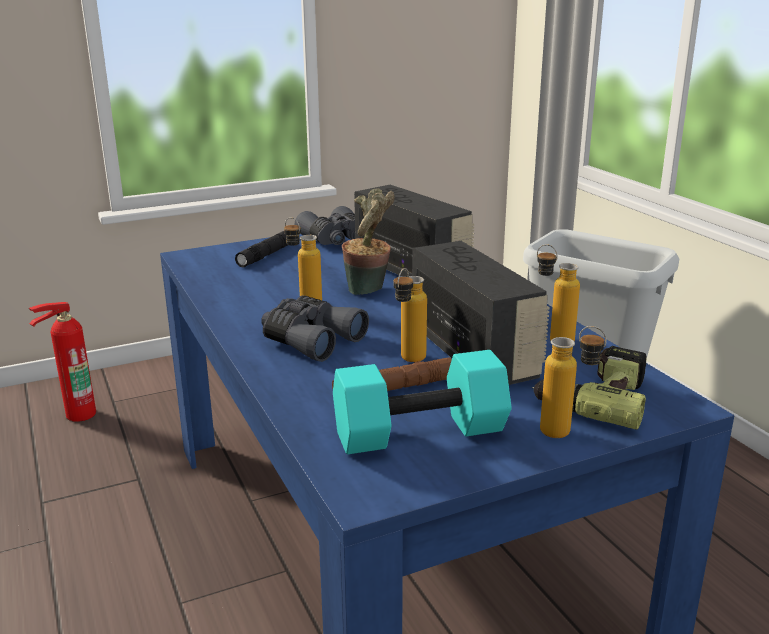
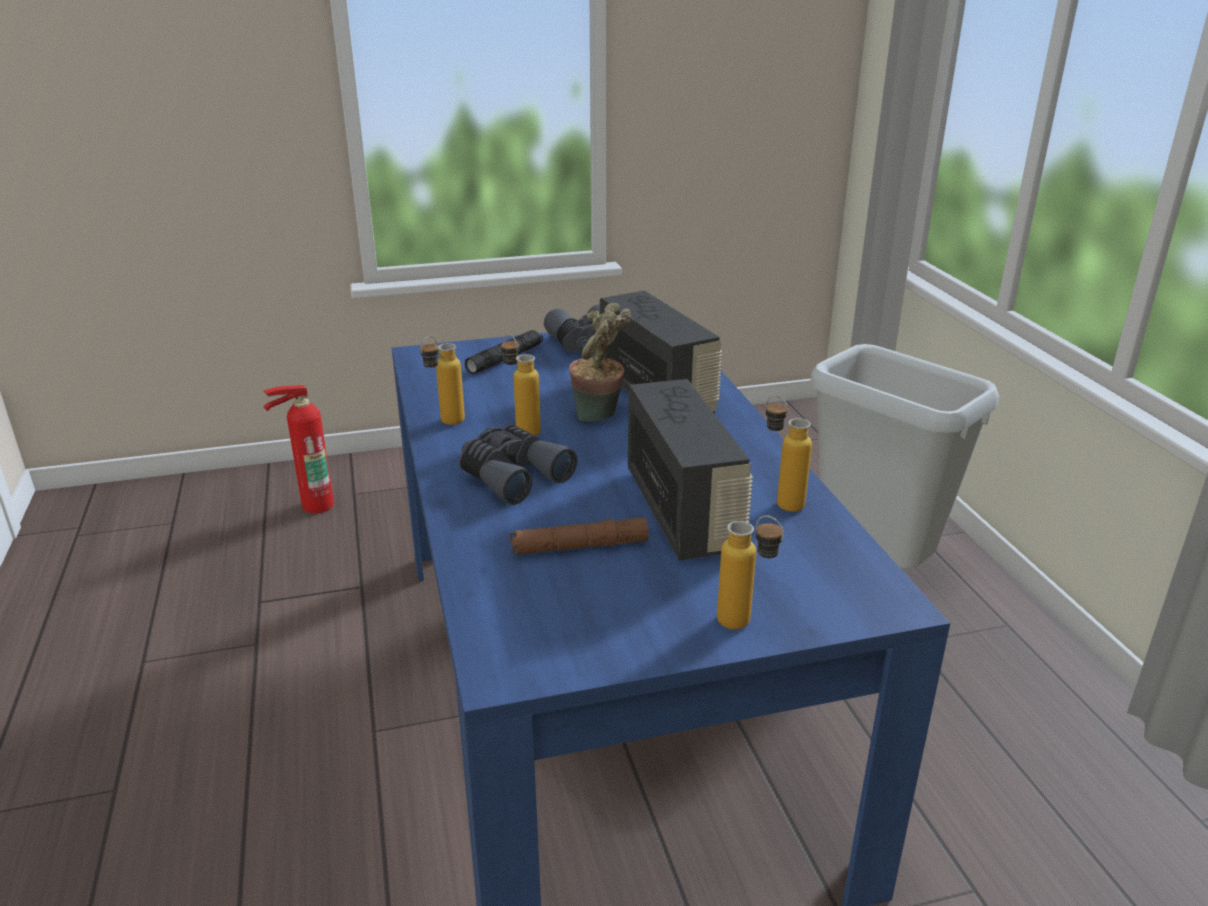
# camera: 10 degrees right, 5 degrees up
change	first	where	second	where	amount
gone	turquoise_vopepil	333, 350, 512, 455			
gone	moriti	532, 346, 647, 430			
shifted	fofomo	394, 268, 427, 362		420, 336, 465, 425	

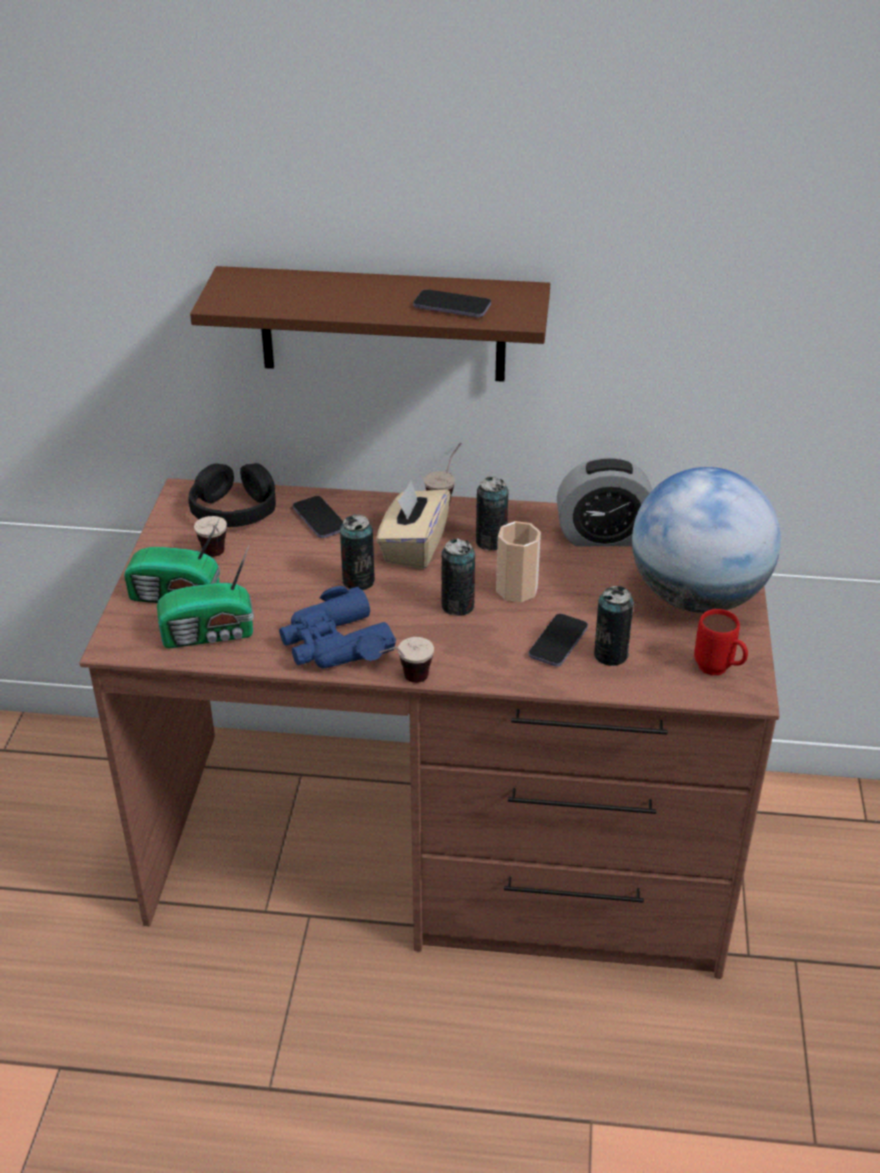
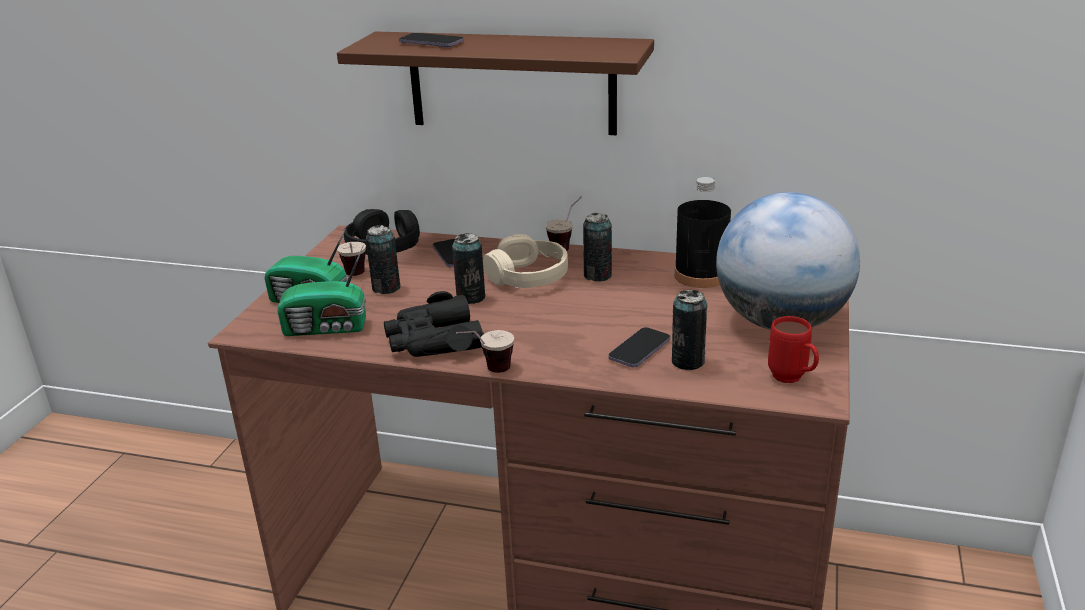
# camera: 10 degrees right, 10 degrees down
change	first	where	second	where	amount
gone	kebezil	496, 521, 541, 602			
shifted	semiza	413, 289, 491, 318		399, 33, 464, 48	
shifted	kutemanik	441, 538, 475, 616		366, 225, 400, 294	
swapped	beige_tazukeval	376, 481, 451, 569	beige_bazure	483, 234, 568, 288	
swapped	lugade	557, 457, 652, 546	black_fofomo	674, 177, 731, 288	
repainted	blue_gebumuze	279, 586, 396, 669	black_gebumuze	384, 291, 484, 357	

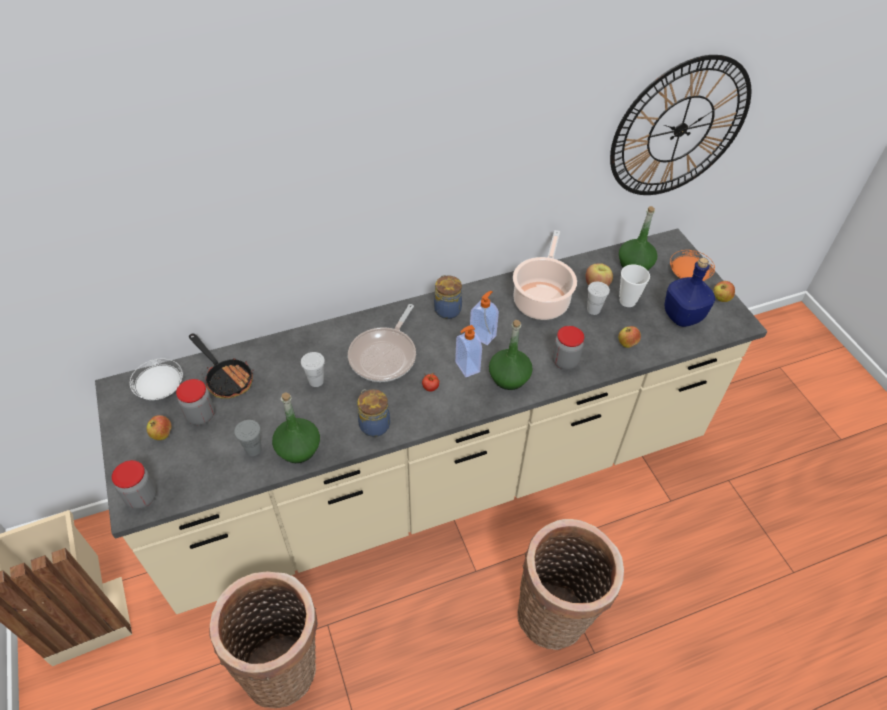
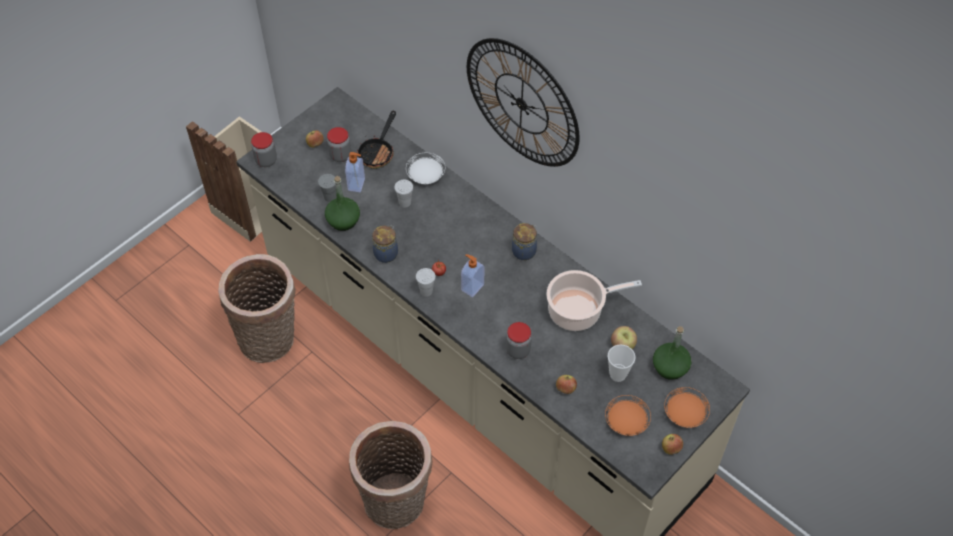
# camera: 65 degrees right, 5 degrees up
change	first	where	second	where	amount
gone	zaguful	348, 304, 416, 382			
gone	green_fofomo	489, 320, 533, 390			
shifted	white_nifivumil	130, 359, 183, 400		406, 153, 445, 184	
shifted	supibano	470, 291, 499, 345		345, 152, 365, 192	
shifted	white_kebezil	587, 282, 610, 315		416, 268, 436, 297	
shifted	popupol	610, 55, 751, 195		467, 38, 580, 167	
swapped	blue_fofomo	665, 258, 715, 327	orange_nifivumil	605, 395, 651, 436	

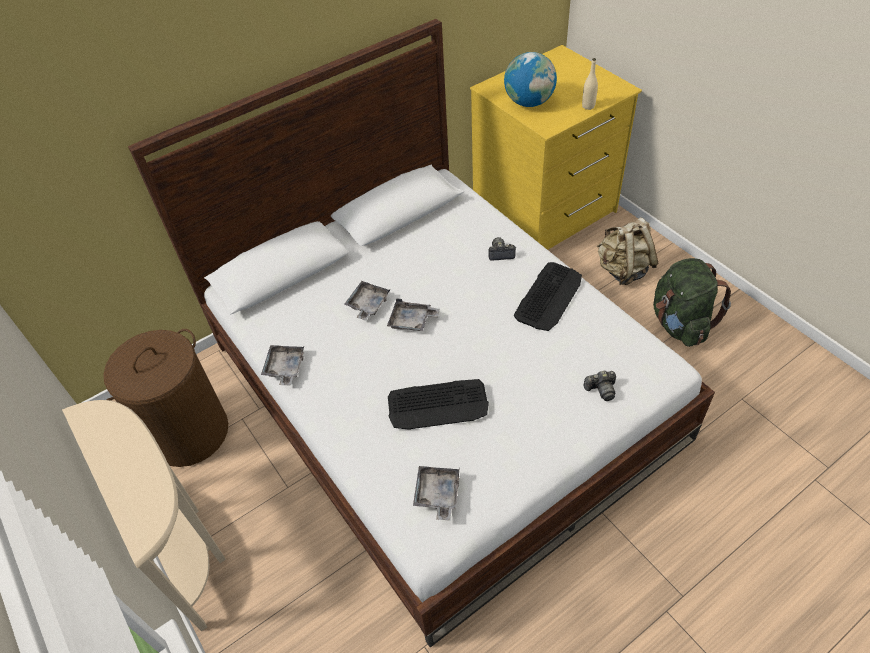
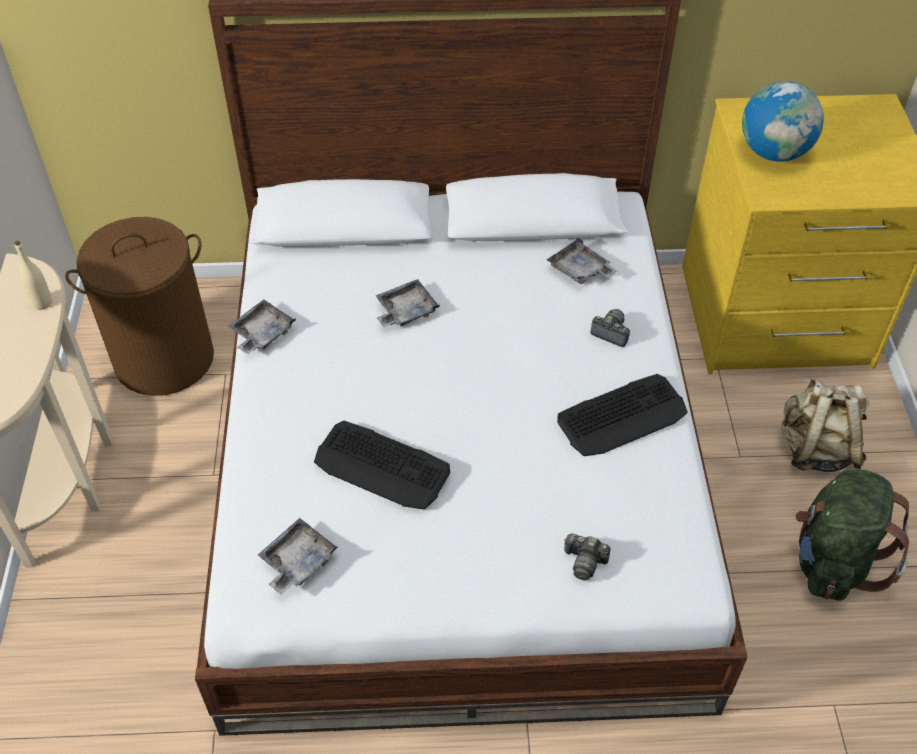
# camera: 30 degrees right, 0 degrees up
change	first	where	second	where	amount
shifted	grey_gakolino	387, 298, 440, 331		547, 237, 617, 284	
shifted	beige_fofomo	582, 58, 598, 110		14, 241, 52, 310	

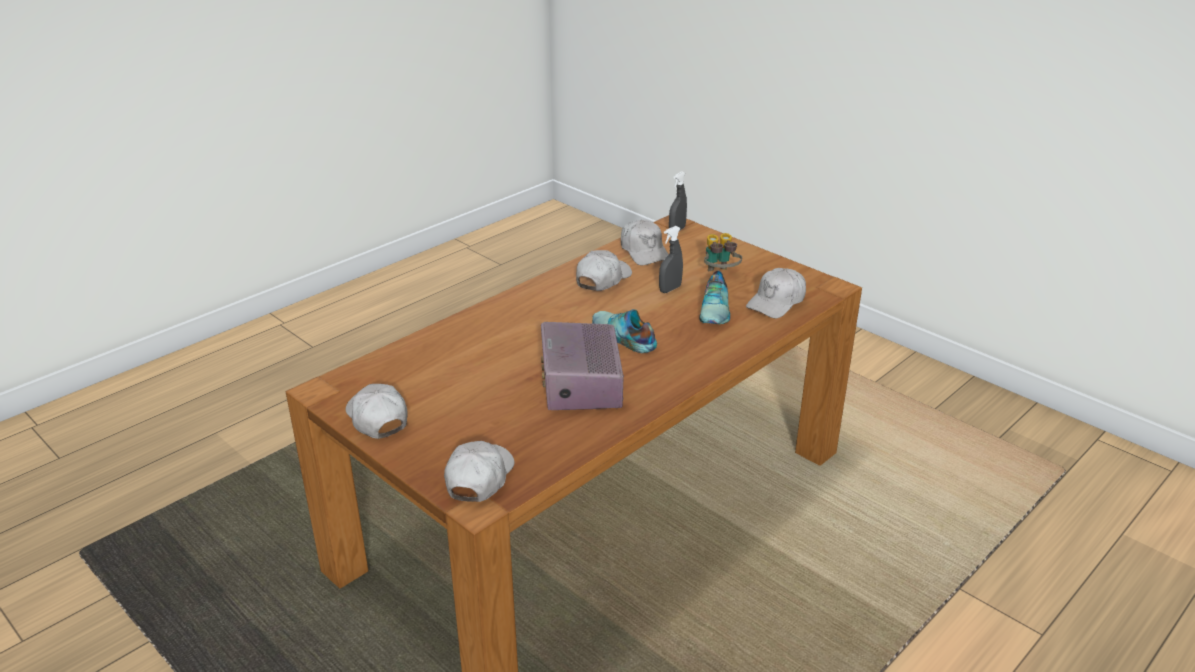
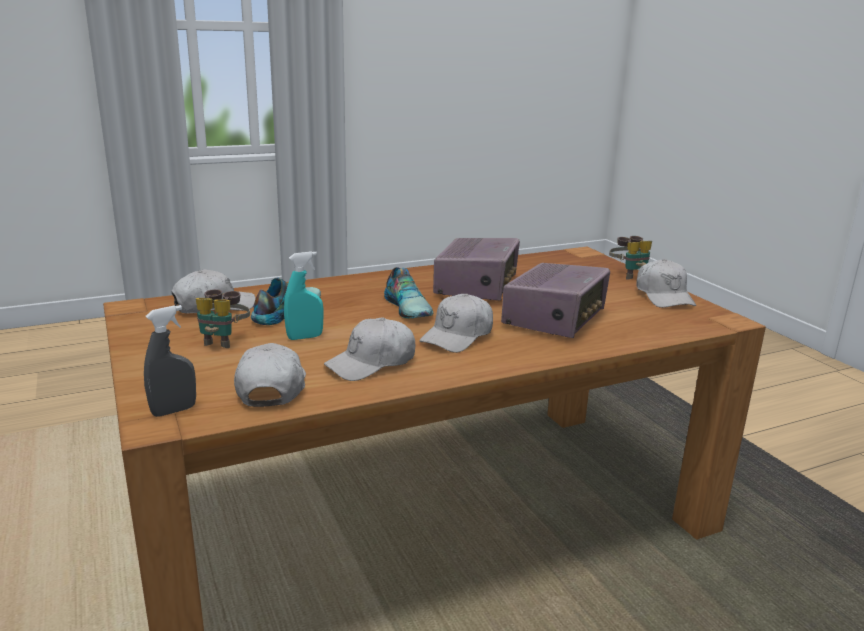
# camera: 160 degrees left, 10 degrees down
change	first	where	second	where	amount
new			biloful	501, 263, 610, 338	
new			gebumuze	609, 236, 652, 280	
shifted	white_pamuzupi	444, 441, 514, 502		420, 294, 493, 353	
repainted	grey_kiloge	659, 226, 683, 293	turquoise_kiloge	284, 251, 324, 340	

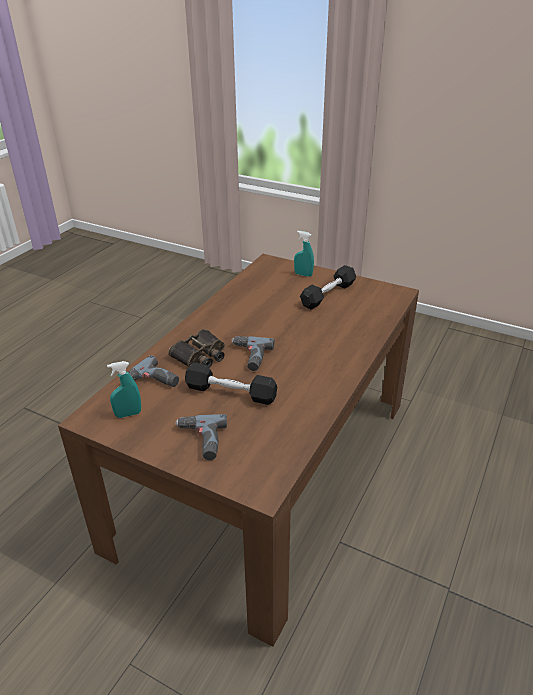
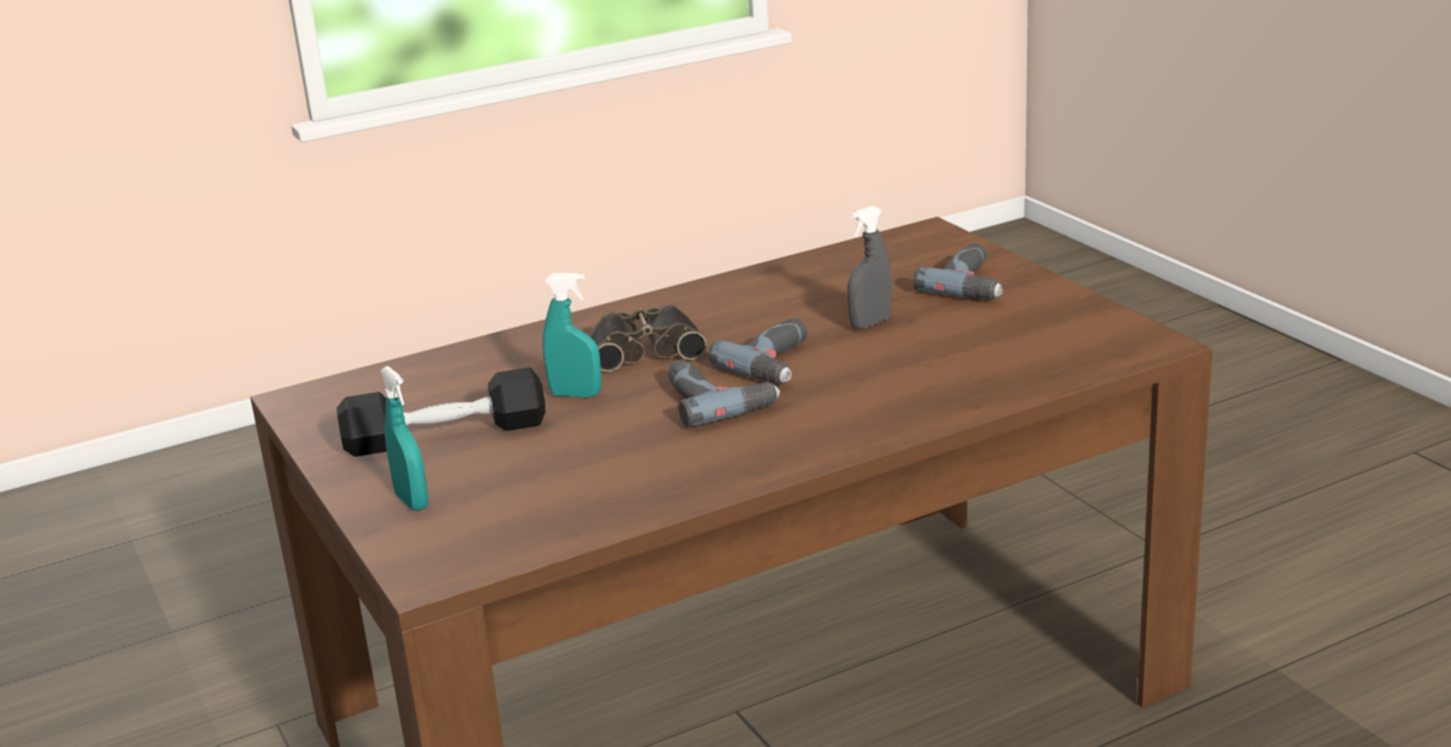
# camera: 145 degrees left, 10 degrees down
change	first	where	second	where	amount
shifted	turquoise_kiloge	107, 361, 141, 418		543, 273, 601, 398	
shifted	moriti	120, 355, 179, 387		668, 360, 780, 427	
shifted	gebumuze	168, 329, 225, 368		591, 304, 707, 372	
swapped	black_vopepil	185, 362, 277, 405	grey_kiloge	847, 206, 892, 329	

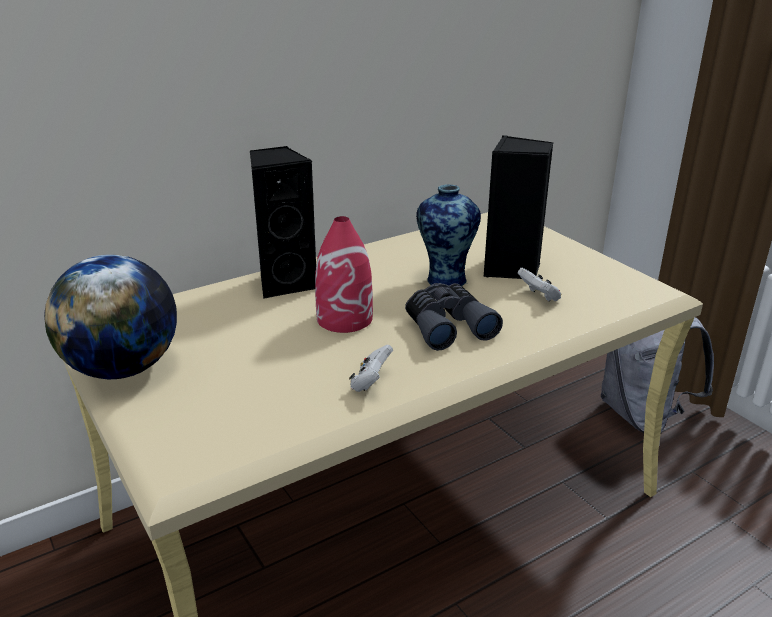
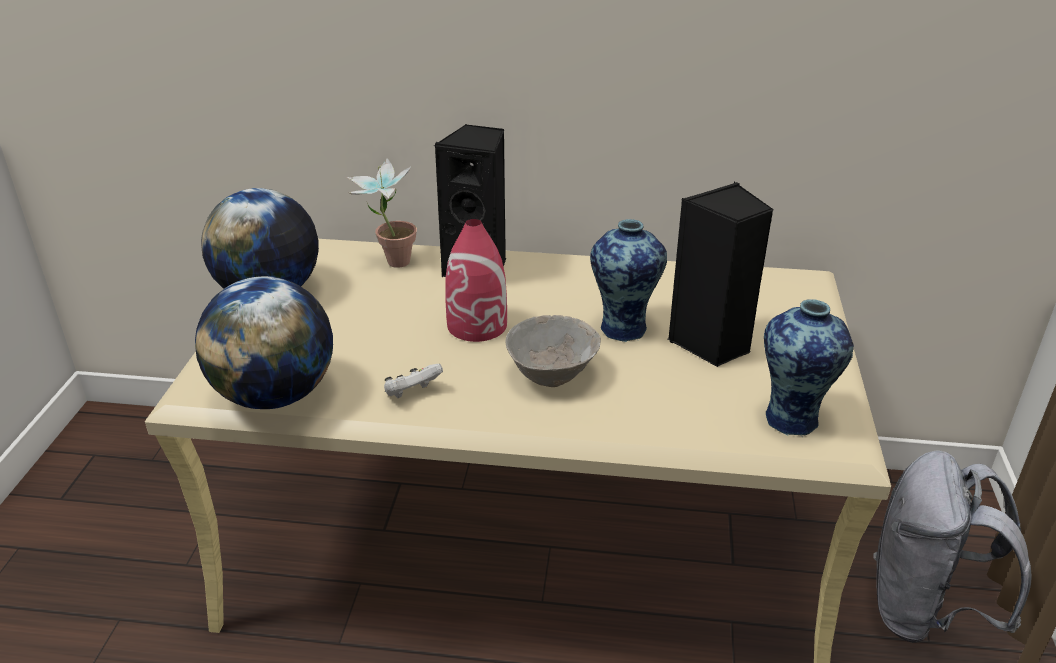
# camera: 40 degrees right, 5 degrees up
change	first	where	second	where	amount
gone	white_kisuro	518, 268, 561, 302			
new			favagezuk	195, 276, 333, 409	
new			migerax	347, 158, 417, 268	
new			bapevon	764, 299, 854, 437	
swapped	grey_gebumuze	405, 283, 503, 351	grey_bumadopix	505, 315, 601, 387	

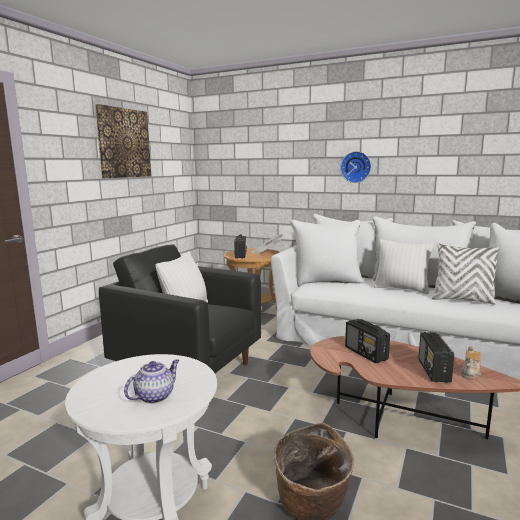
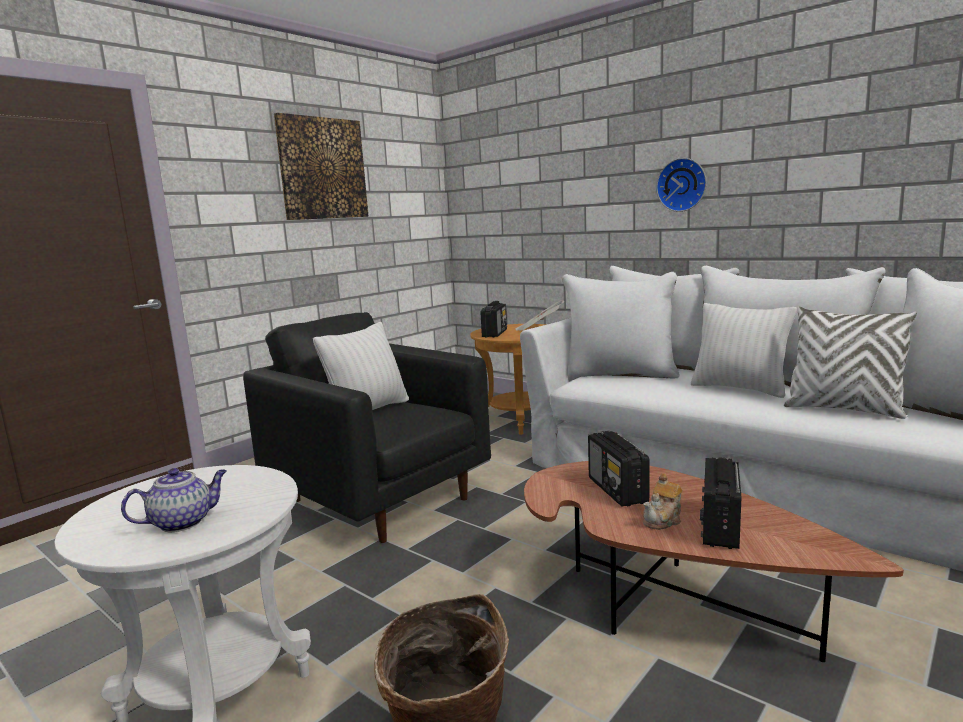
# camera: 15 degrees right, 0 degrees up
change	first	where	second	where	amount
shifted	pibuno	461, 346, 482, 379		643, 473, 682, 530	

